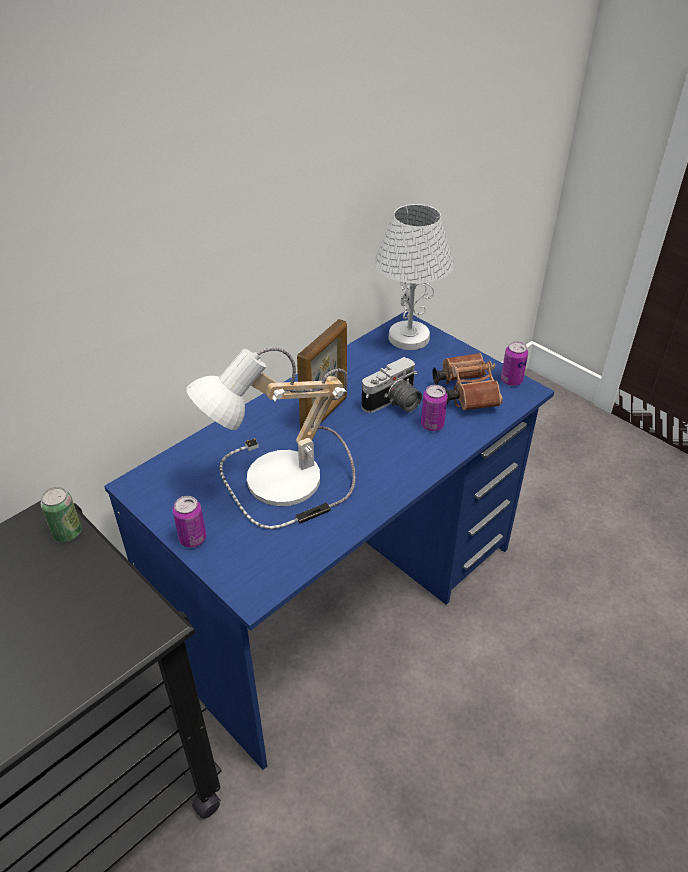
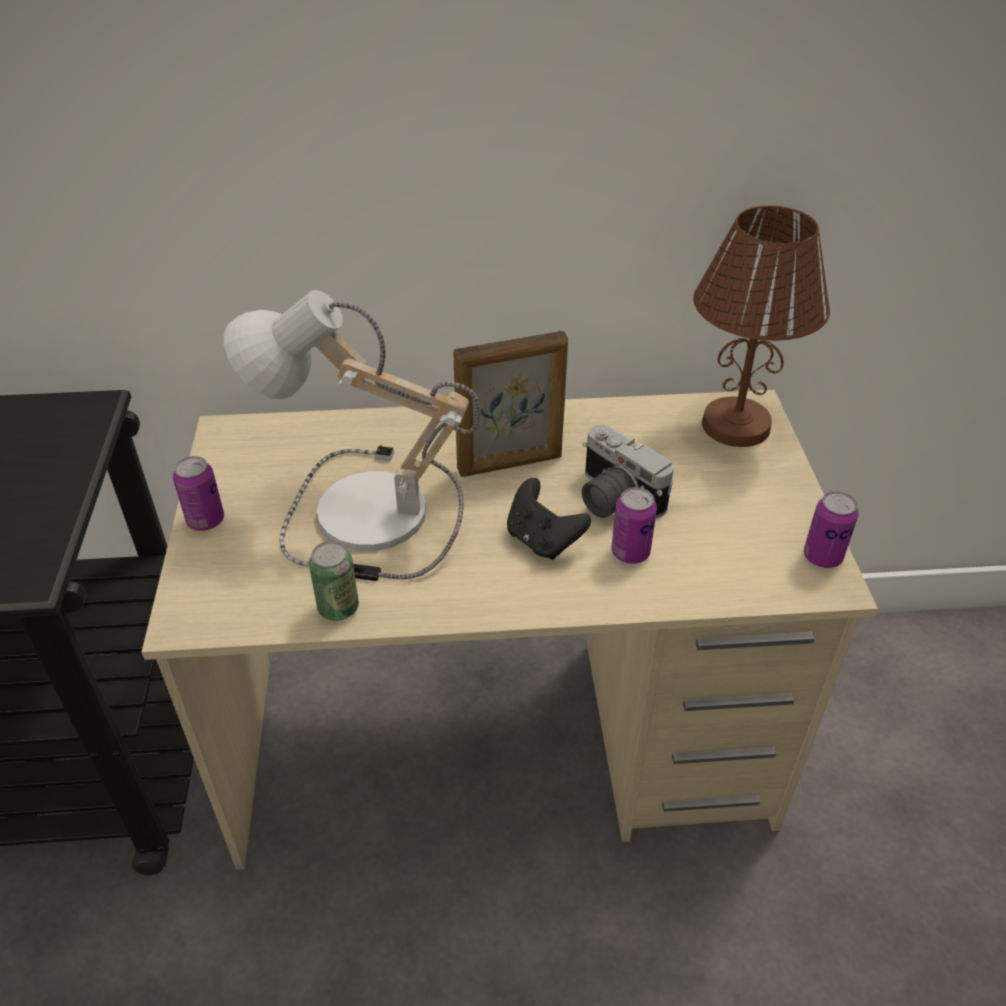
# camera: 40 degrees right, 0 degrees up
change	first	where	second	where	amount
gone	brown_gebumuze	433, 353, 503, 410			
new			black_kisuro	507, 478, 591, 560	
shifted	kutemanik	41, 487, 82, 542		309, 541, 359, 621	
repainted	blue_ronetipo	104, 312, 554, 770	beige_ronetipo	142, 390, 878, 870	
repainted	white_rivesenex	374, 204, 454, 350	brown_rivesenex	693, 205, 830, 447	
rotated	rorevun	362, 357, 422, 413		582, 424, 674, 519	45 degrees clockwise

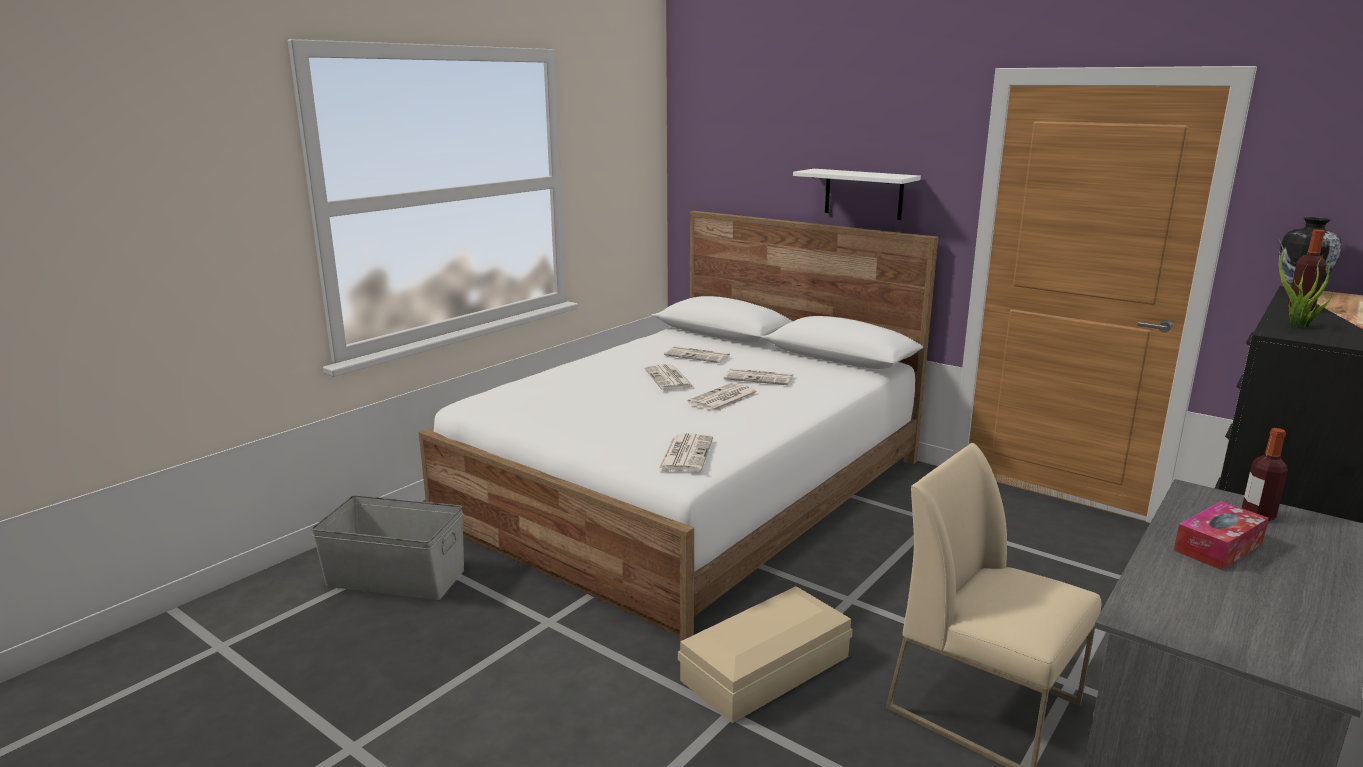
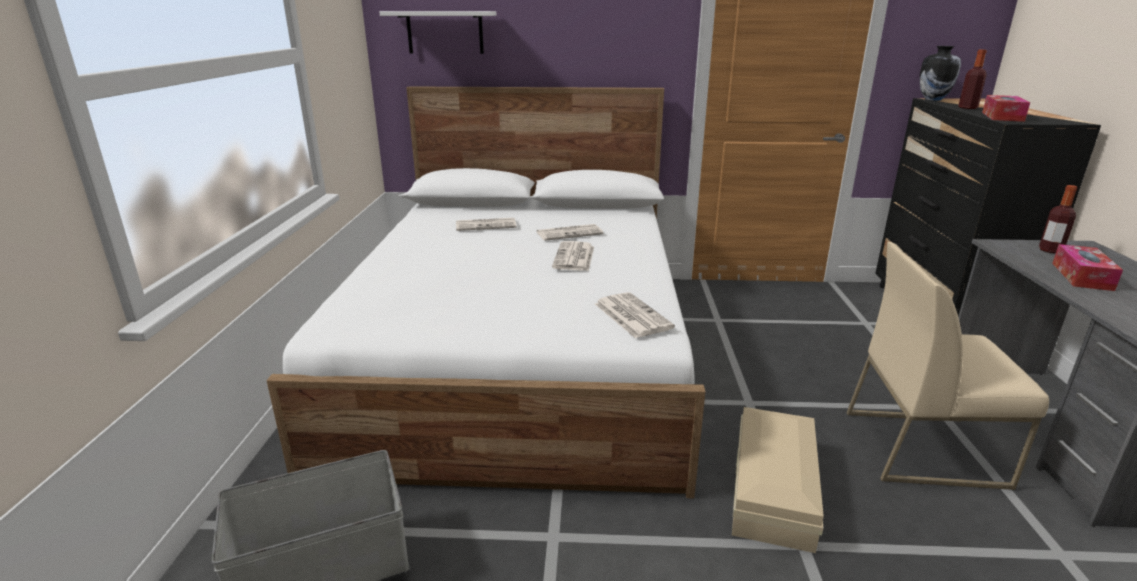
# camera: 35 degrees left, 5 degrees up
change	first	where	second	where	amount
gone	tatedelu	644, 364, 694, 390			
shifted	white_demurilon	793, 169, 921, 220		380, 11, 496, 54	
swapped	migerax	1277, 237, 1335, 328	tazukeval	982, 95, 1030, 122	

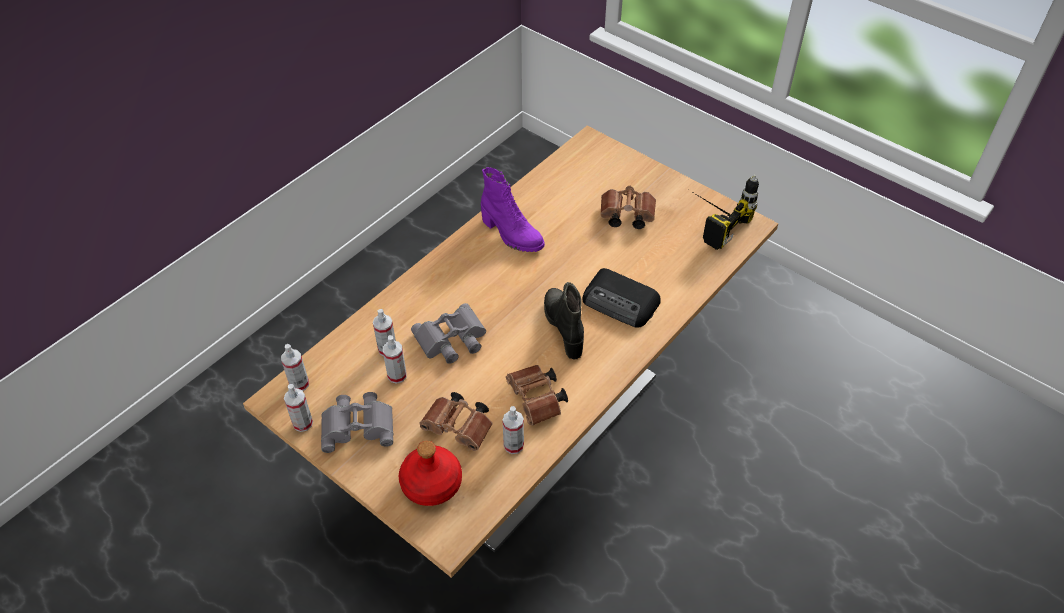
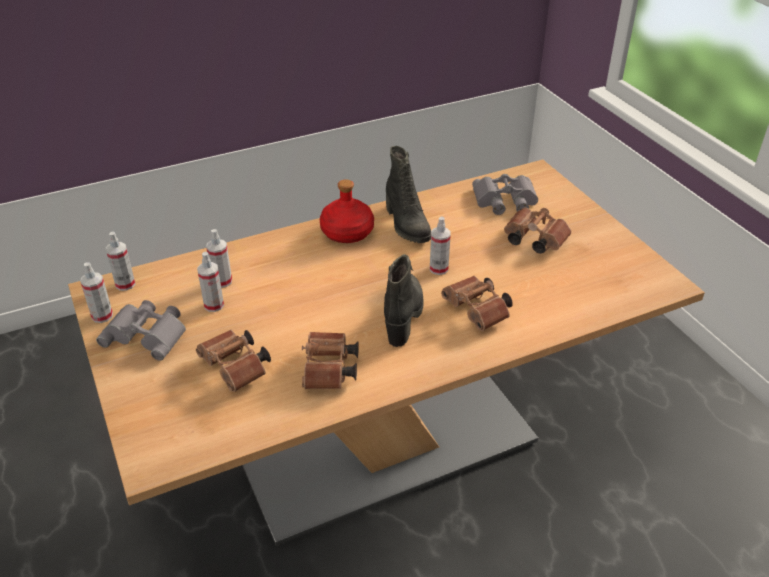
# camera: 25 degrees right, 10 degrees down
change	first	where	second	where	amount
gone	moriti	694, 175, 759, 250			
shifted	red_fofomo	399, 441, 462, 506		320, 179, 374, 243	
shifted	grey_gebumuze	411, 303, 486, 364		472, 174, 538, 215	
shifted	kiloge	503, 406, 524, 454		430, 216, 451, 275	
swapped	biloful	582, 268, 661, 328	brown_gebumuze	441, 276, 513, 331	
repainted	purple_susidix	481, 167, 545, 252	black_susidix	386, 146, 431, 243	

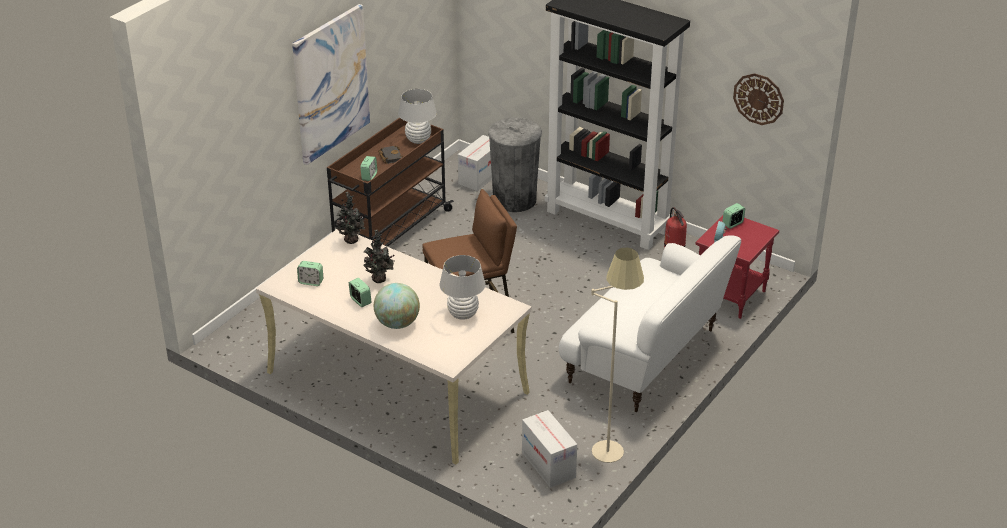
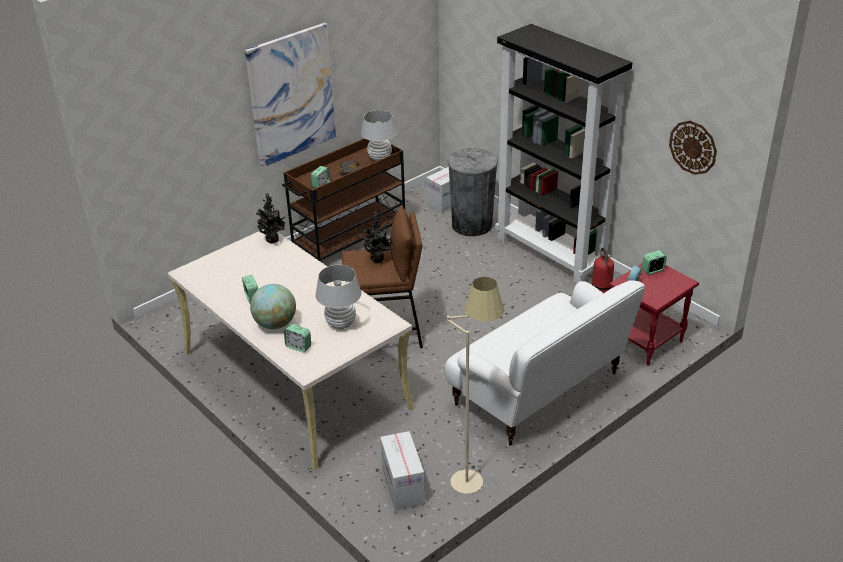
# camera: 15 degrees right, 0 degrees up
change	first	where	second	where	amount
shifted	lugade	297, 261, 323, 286		284, 324, 311, 352	
shifted	migerax	363, 230, 395, 283		363, 212, 391, 263	

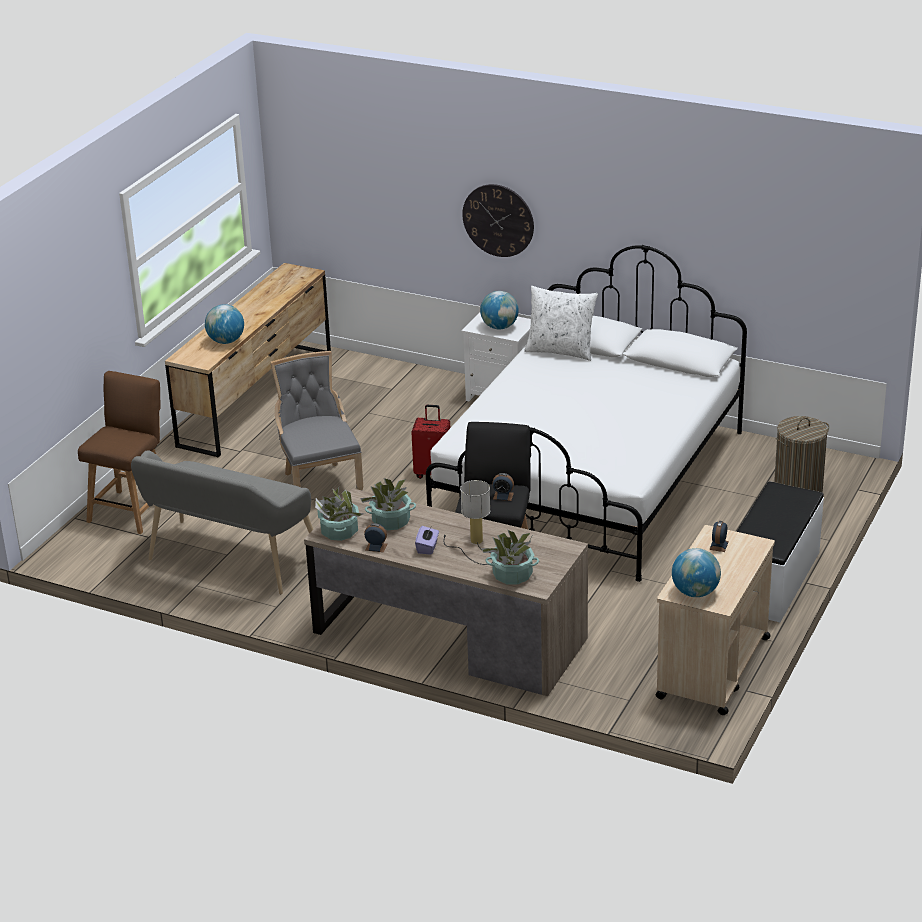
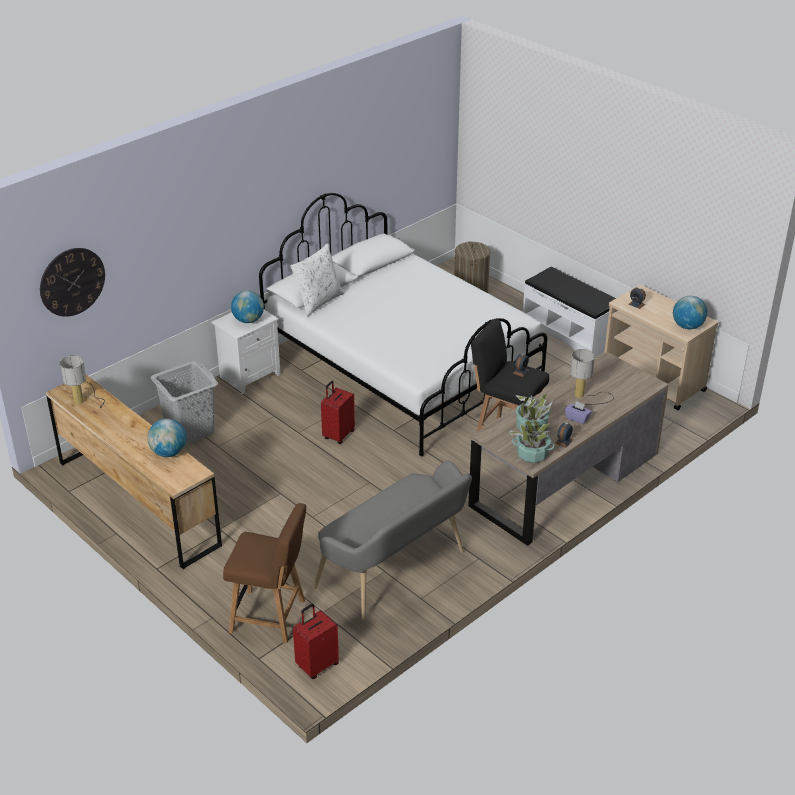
# camera: 70 degrees left, 5 degrees up
change	first	where	second	where	amount
gone	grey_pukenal	270, 351, 363, 491			
gone	migerax	481, 530, 539, 585			
new			rivesenex	60, 355, 105, 408	
new			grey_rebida	151, 361, 218, 445	
new			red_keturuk	293, 604, 339, 679	
shifted	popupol	462, 184, 534, 257		40, 248, 105, 317	
rotated	brown_pukenal	78, 371, 161, 534		223, 503, 306, 644	150 degrees clockwise

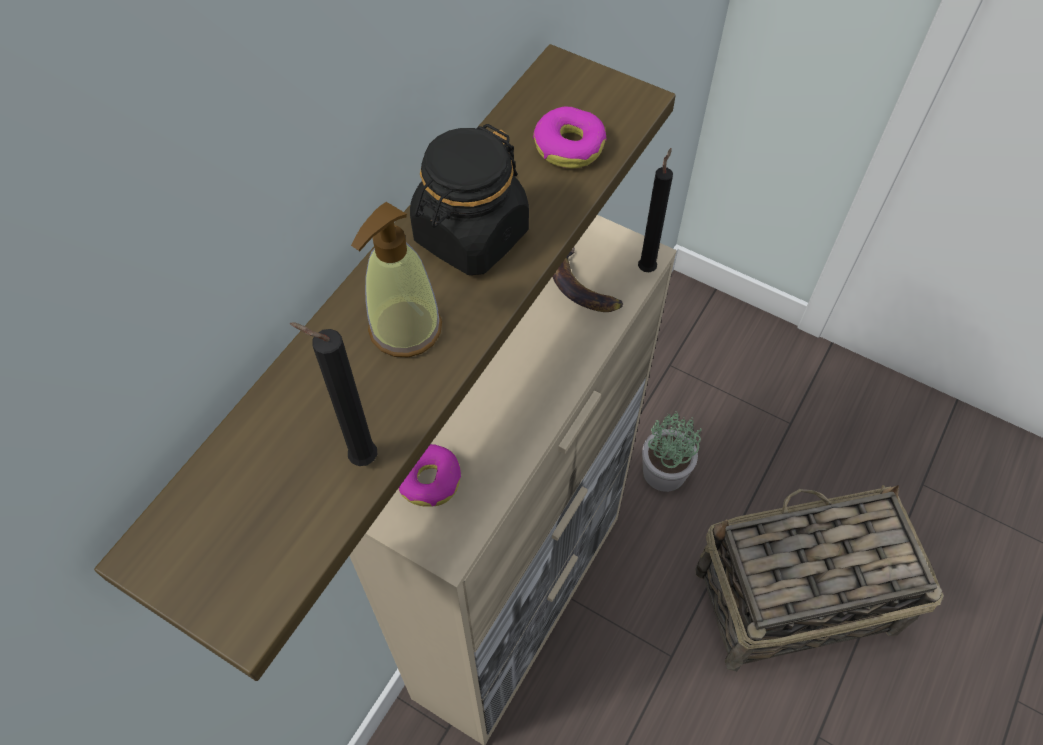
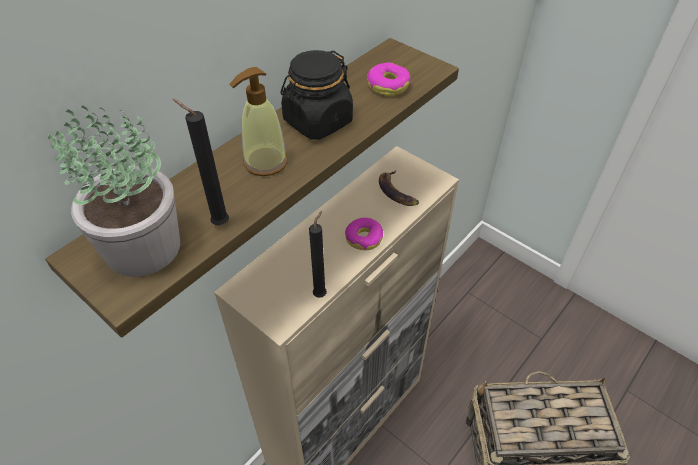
# camera: 10 degrees right, 10 degrees down
change	first	where	second	where	amount
shifted	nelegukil	398, 444, 461, 507		345, 218, 383, 250	
shifted	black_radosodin	638, 148, 673, 272		309, 211, 327, 298	
shifted	migerax	642, 411, 701, 492		48, 105, 180, 277	

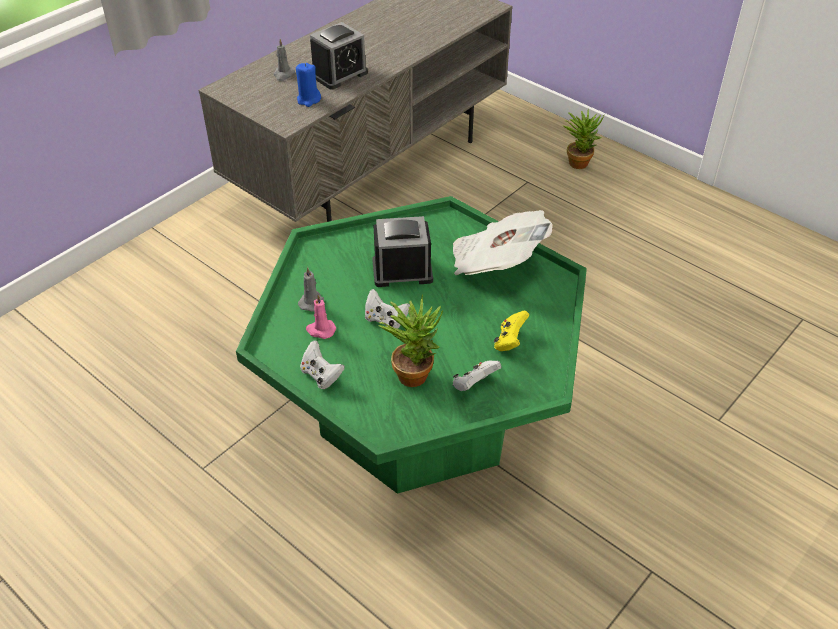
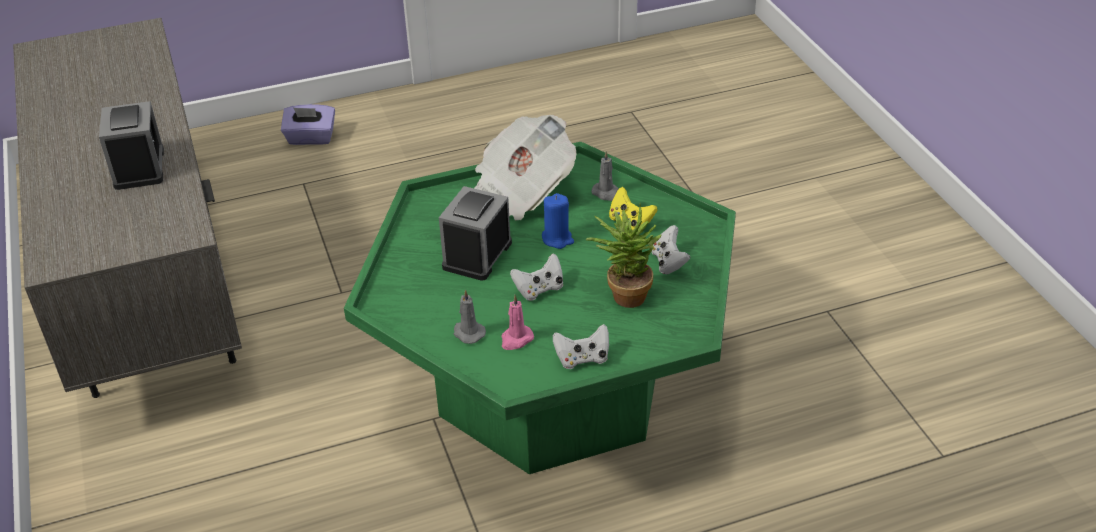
# camera: 60 degrees left, 5 degrees down
change	first	where	second	where	amount
shifted	grey_radosodin	274, 39, 295, 81		591, 151, 618, 201	
shifted	blue_radosodin	296, 63, 321, 107		542, 193, 574, 249	
swapped	migerax	562, 109, 604, 169	purple_tazukeval	281, 104, 335, 145	

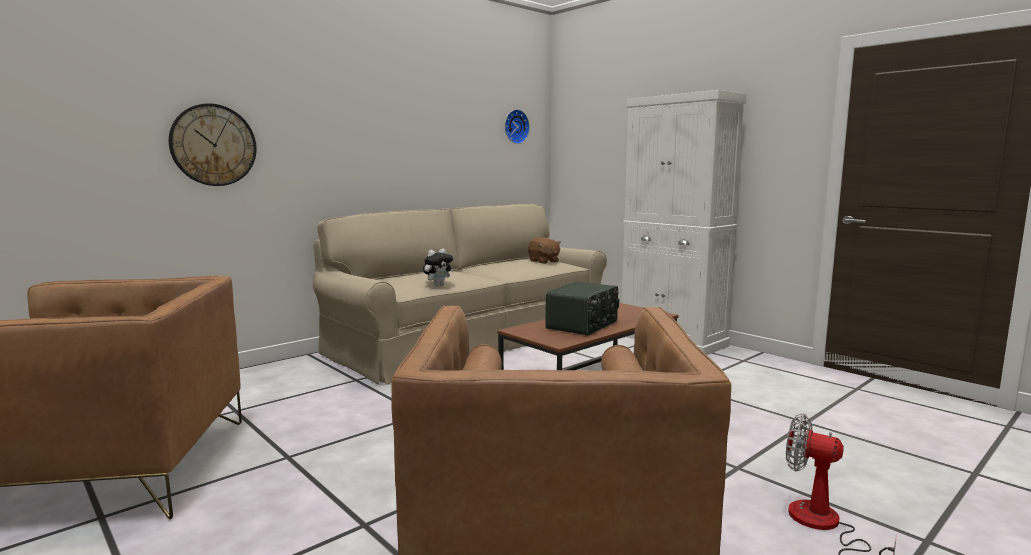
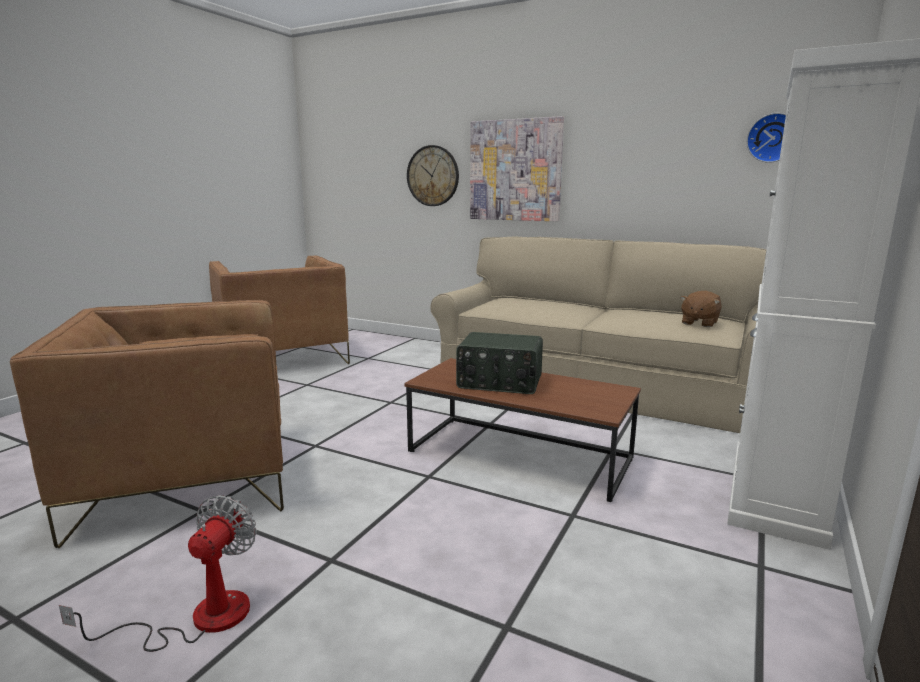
# camera: 70 degrees right, 5 degrees up
change	first	where	second	where	amount
gone	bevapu	423, 249, 453, 286			
new			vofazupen	470, 116, 564, 222	

